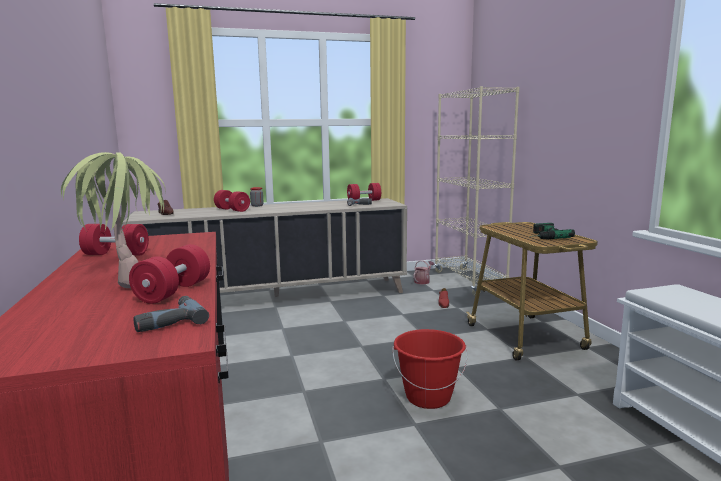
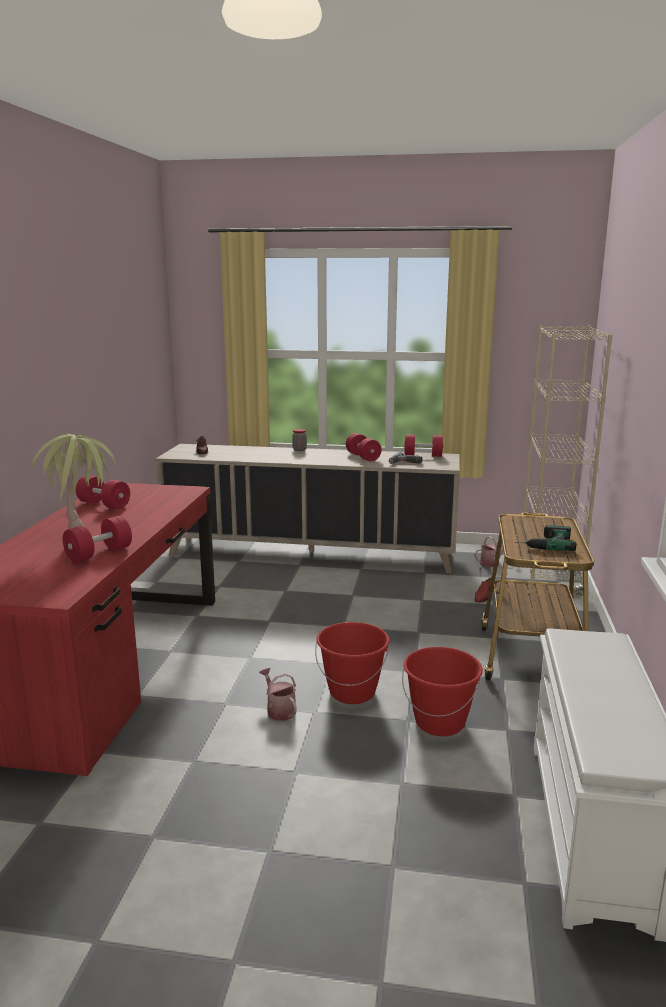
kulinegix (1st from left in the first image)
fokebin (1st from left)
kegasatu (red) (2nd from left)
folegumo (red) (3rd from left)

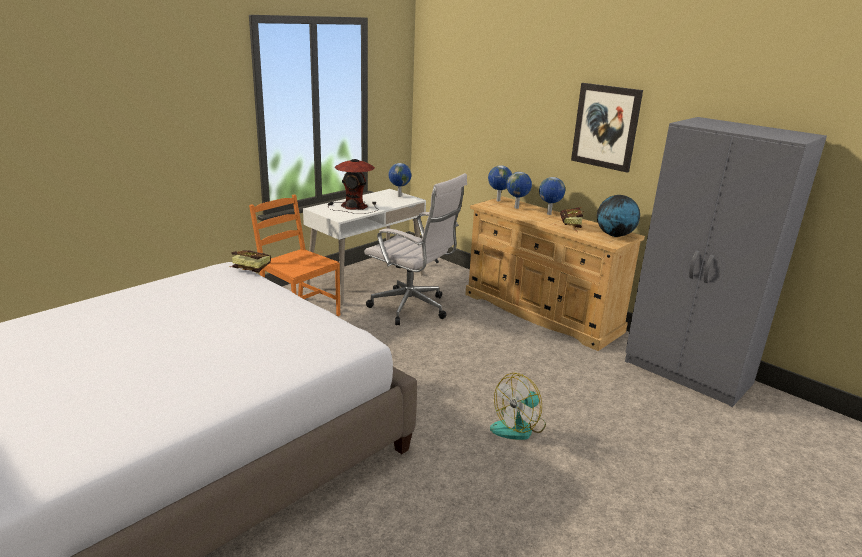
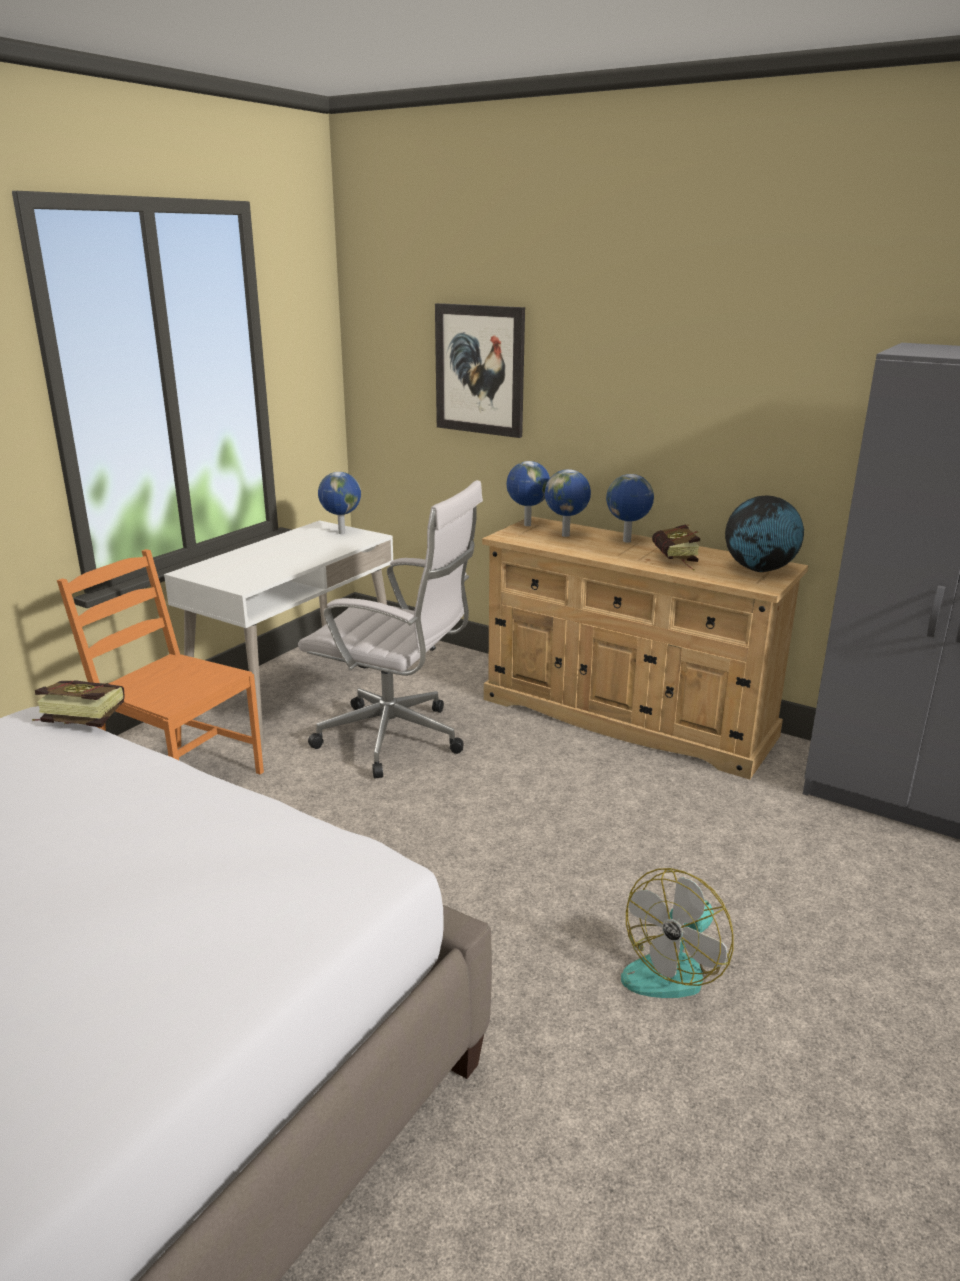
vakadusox
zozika

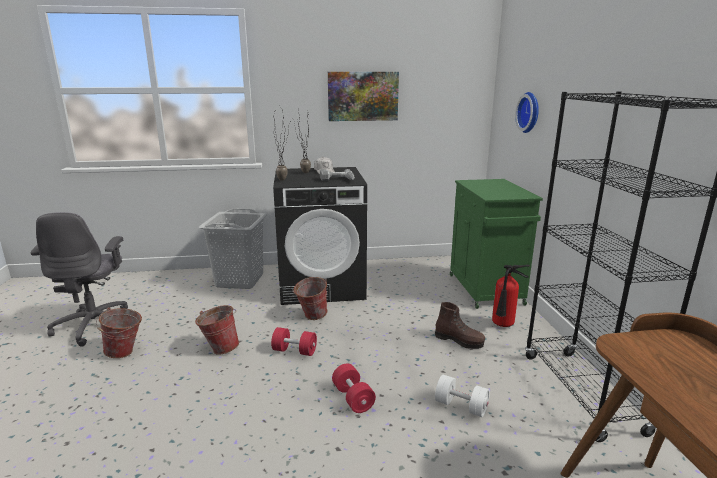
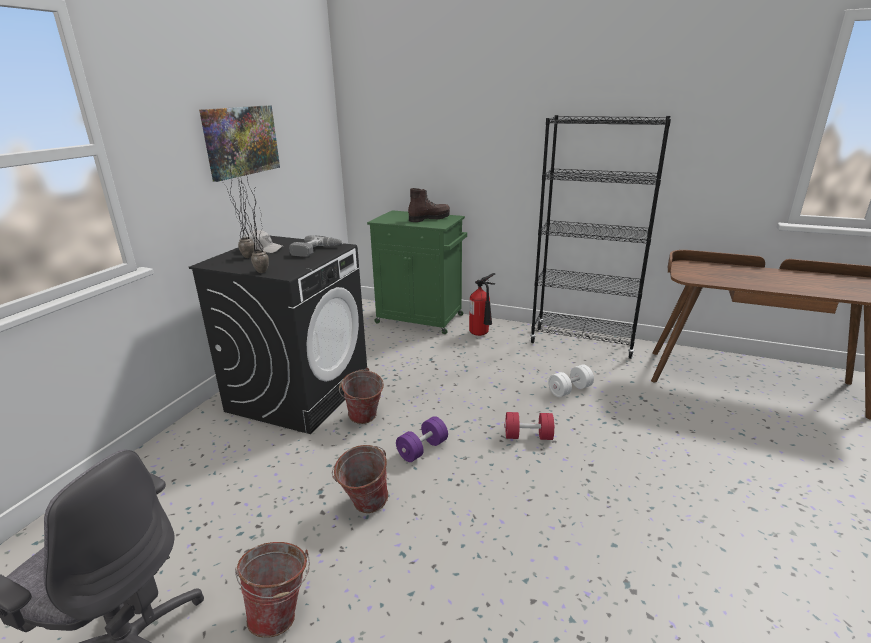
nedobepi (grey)
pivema
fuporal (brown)
folegumo (purple)

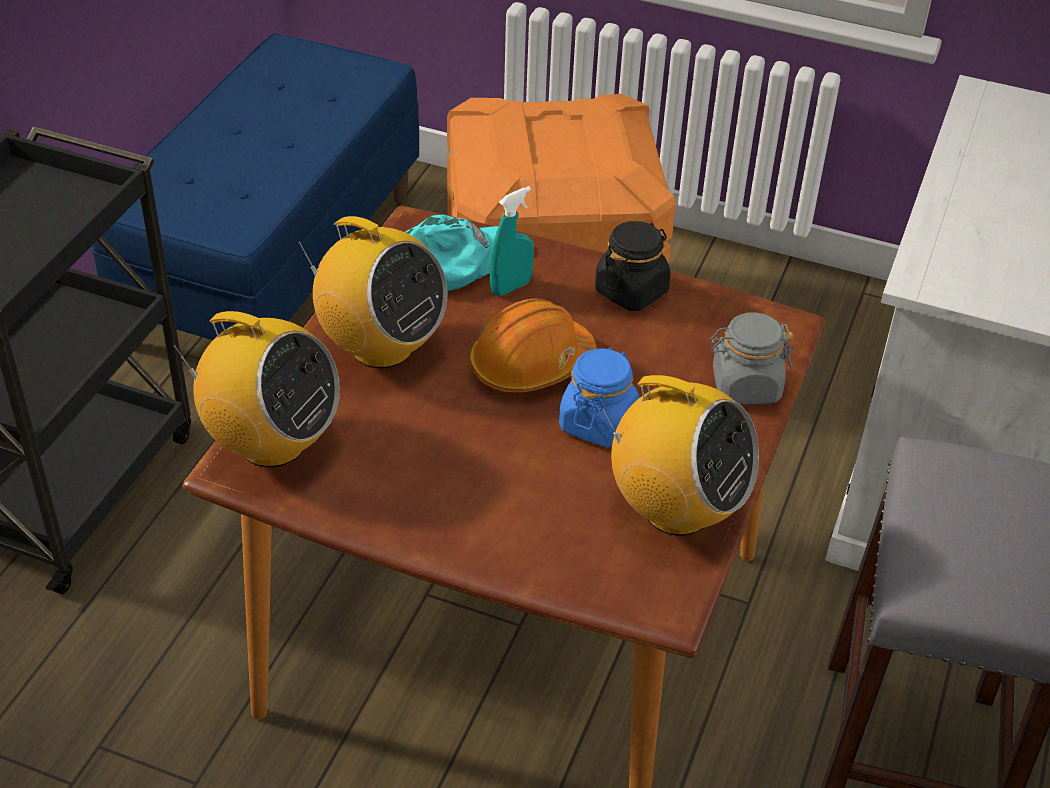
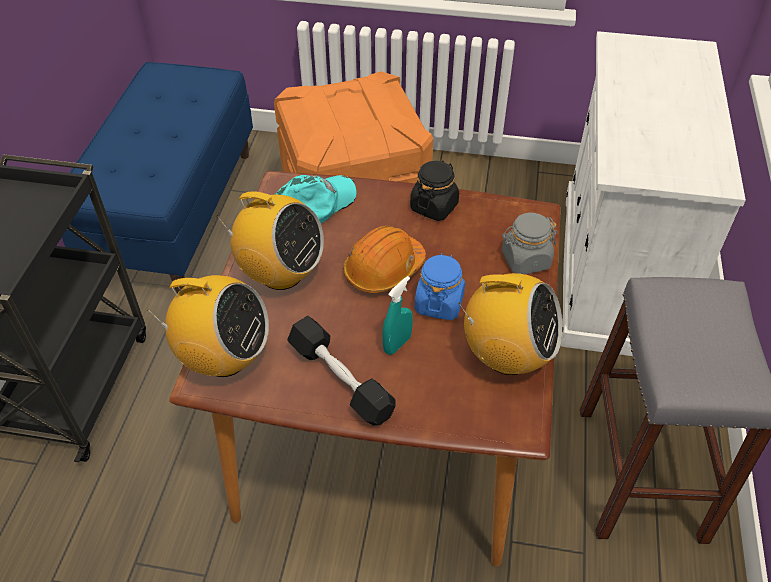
folegumo (black)
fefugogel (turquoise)

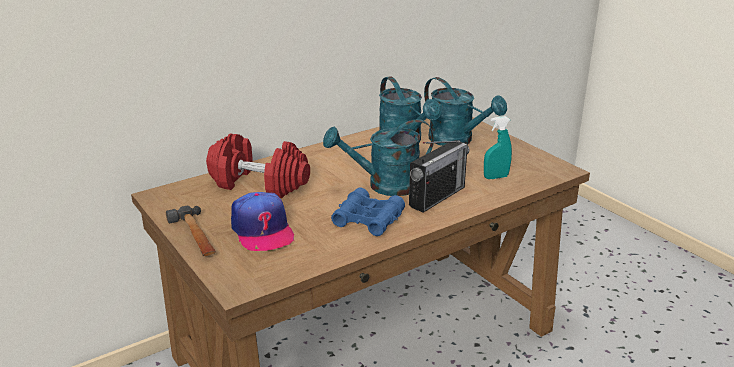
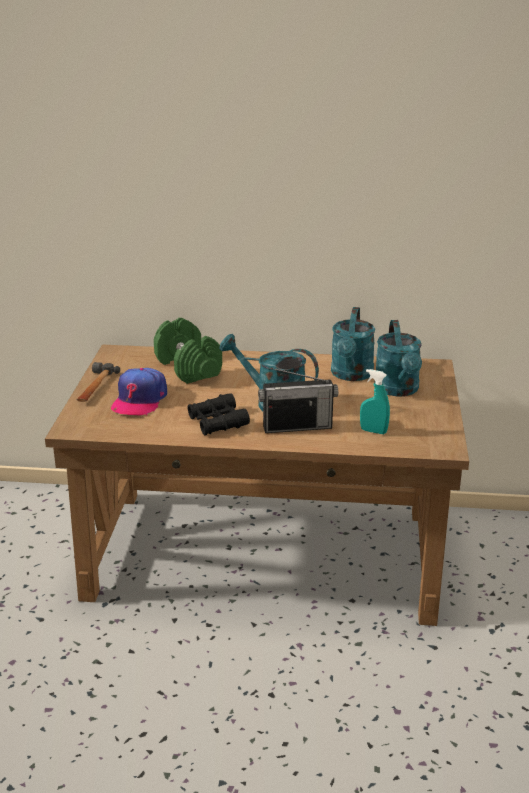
folegumo (green)
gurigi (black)

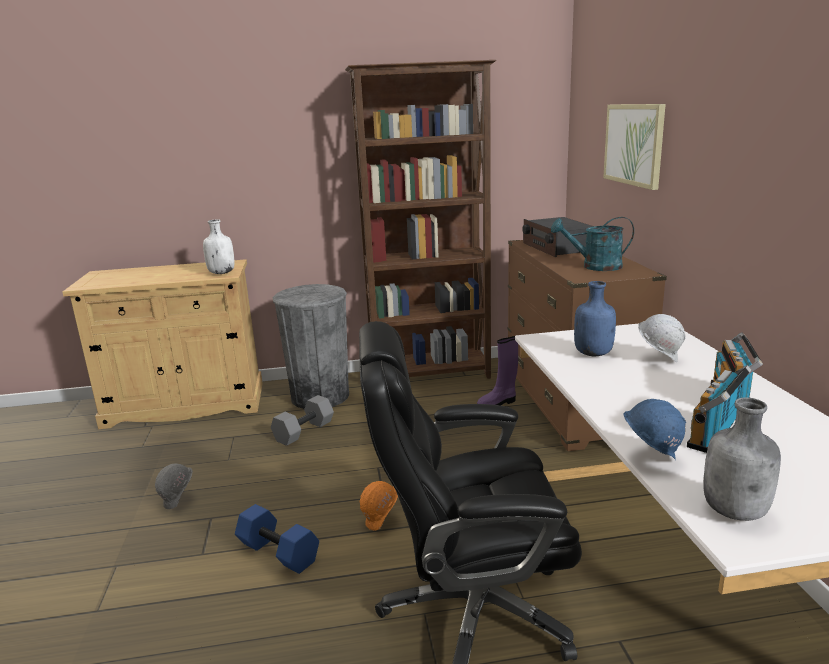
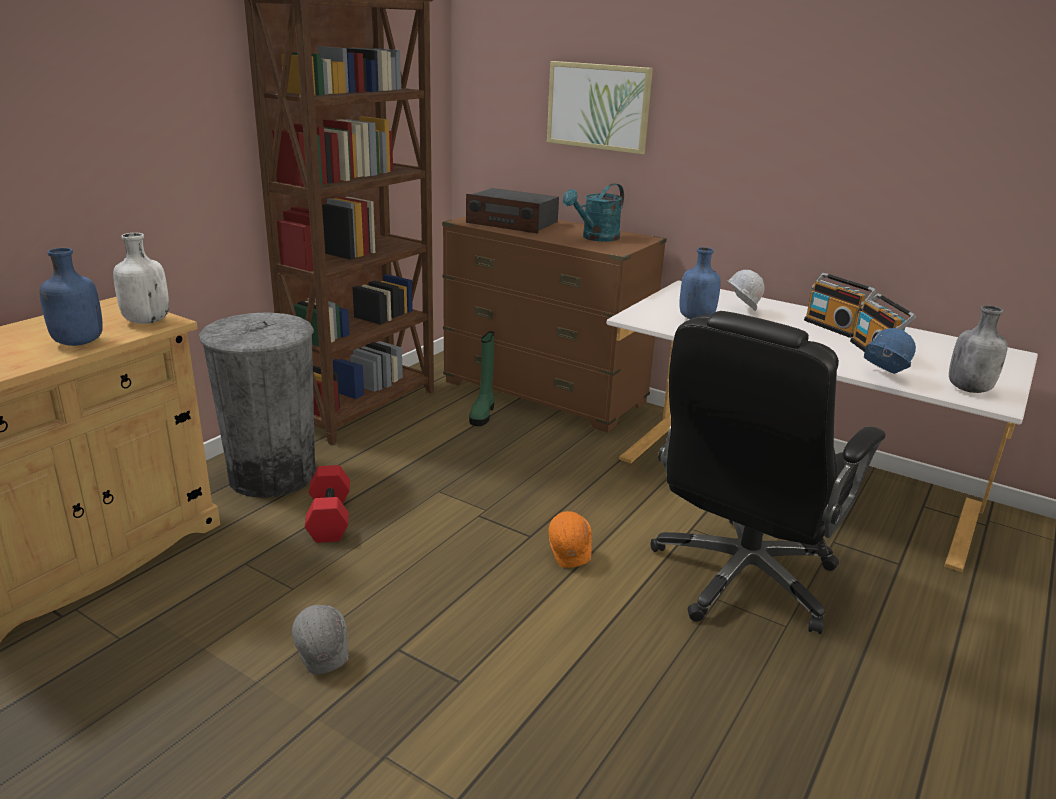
folegumo (blue)
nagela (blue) (1st from left)
folegumo (red)
fuporal (green)

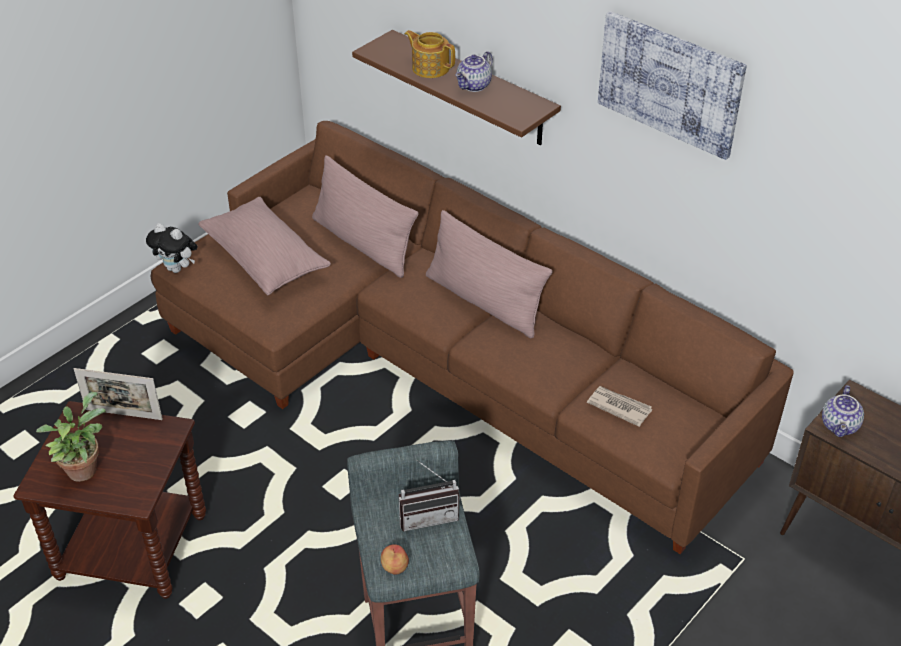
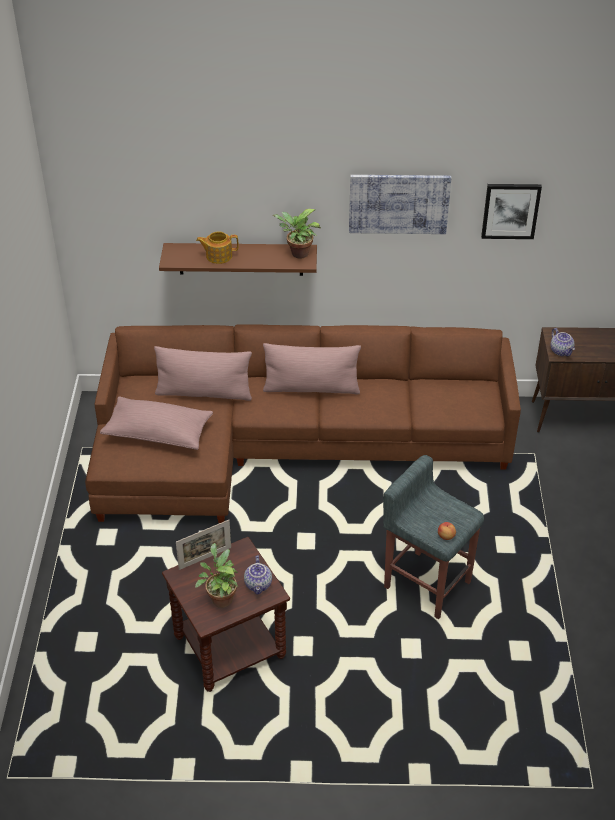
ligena
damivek
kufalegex
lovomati (2nd from left)
zozika (2nd from left)
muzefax (2nd from left)

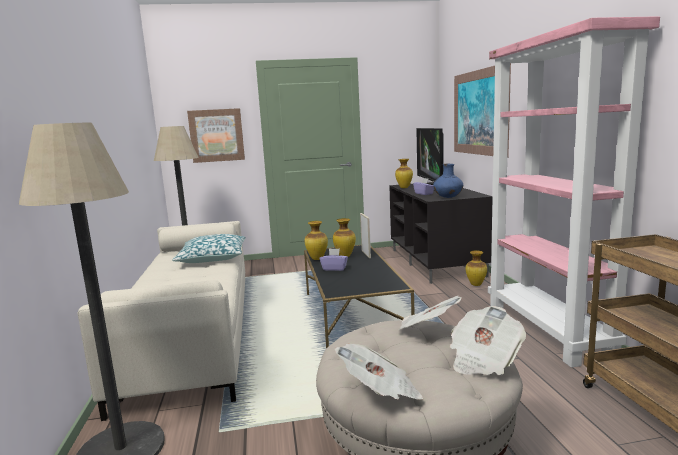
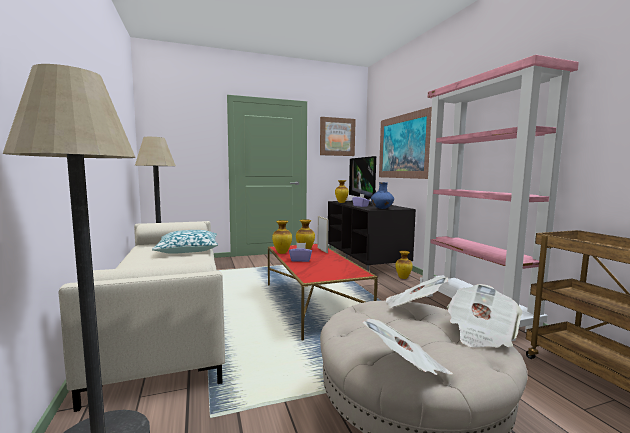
zozika (1st from left)
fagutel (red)

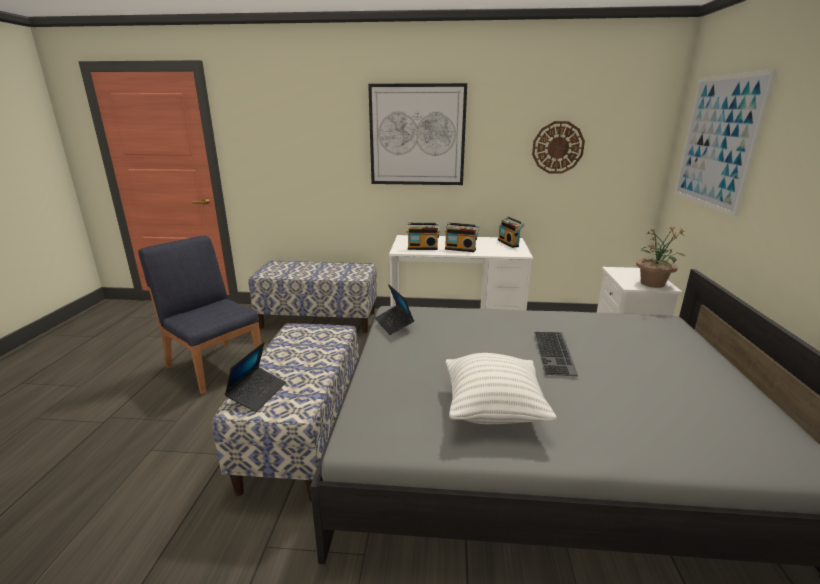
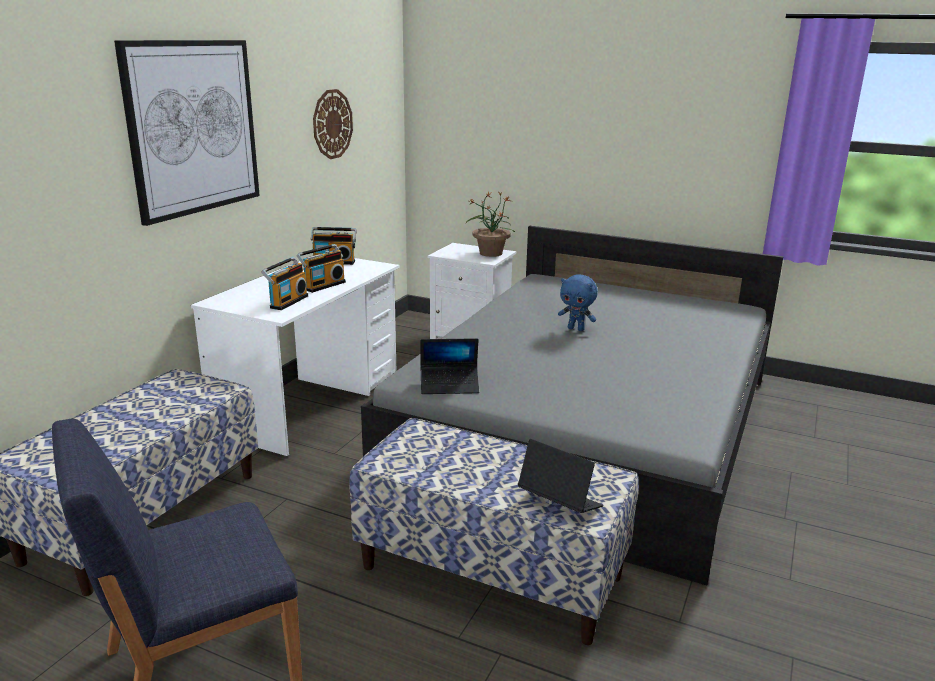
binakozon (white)
zozika (2nd from left in the first image)
ligena (blue)

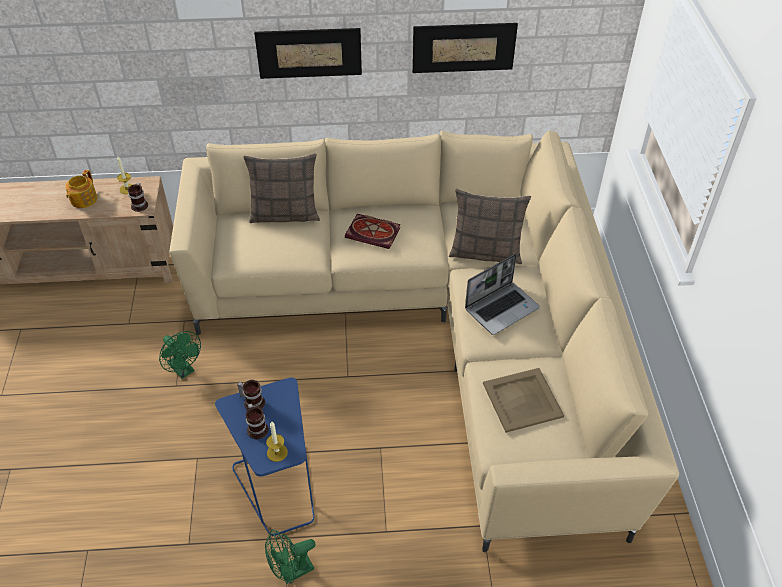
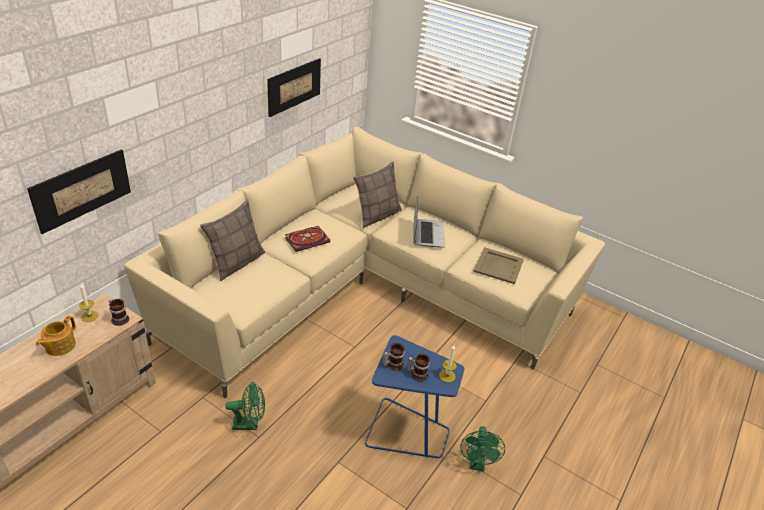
zozika (1st from left)
muzefax

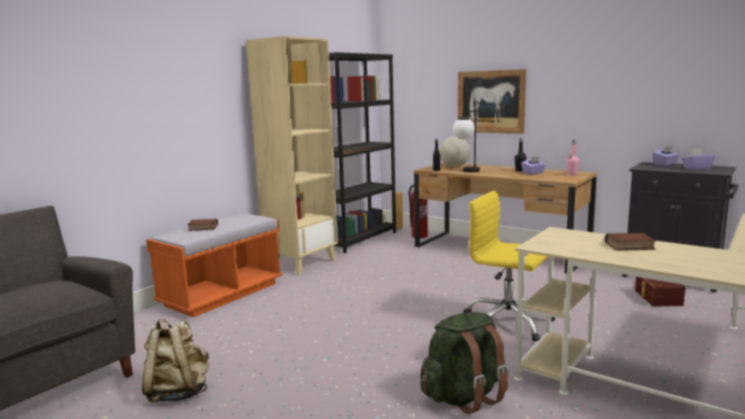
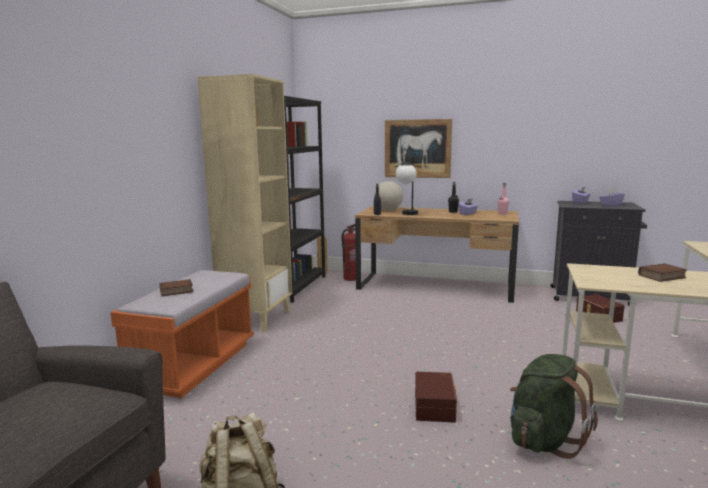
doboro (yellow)
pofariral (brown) (1st from left)

